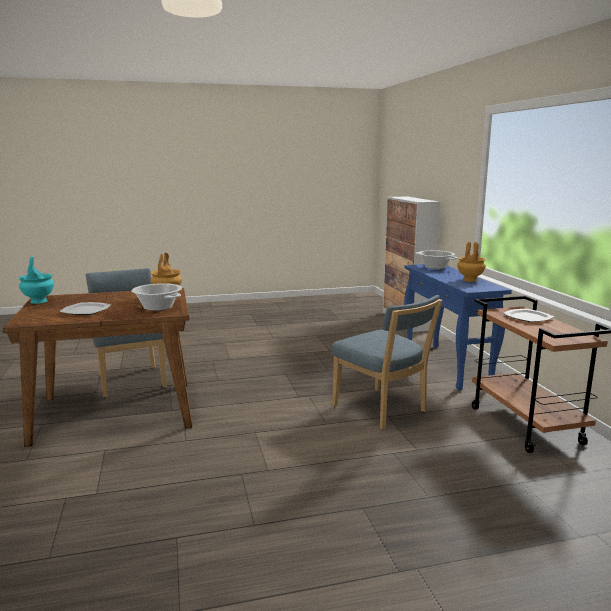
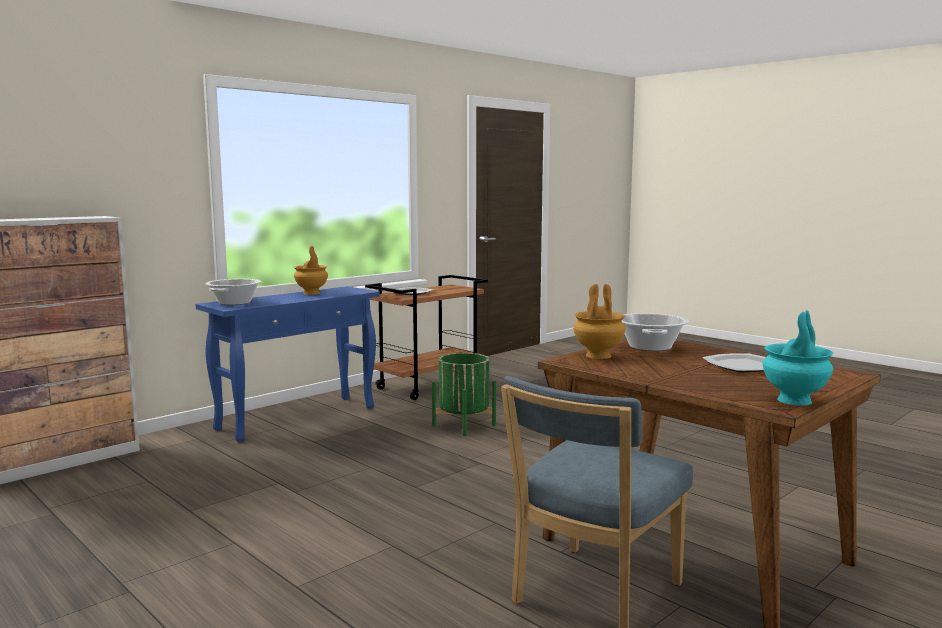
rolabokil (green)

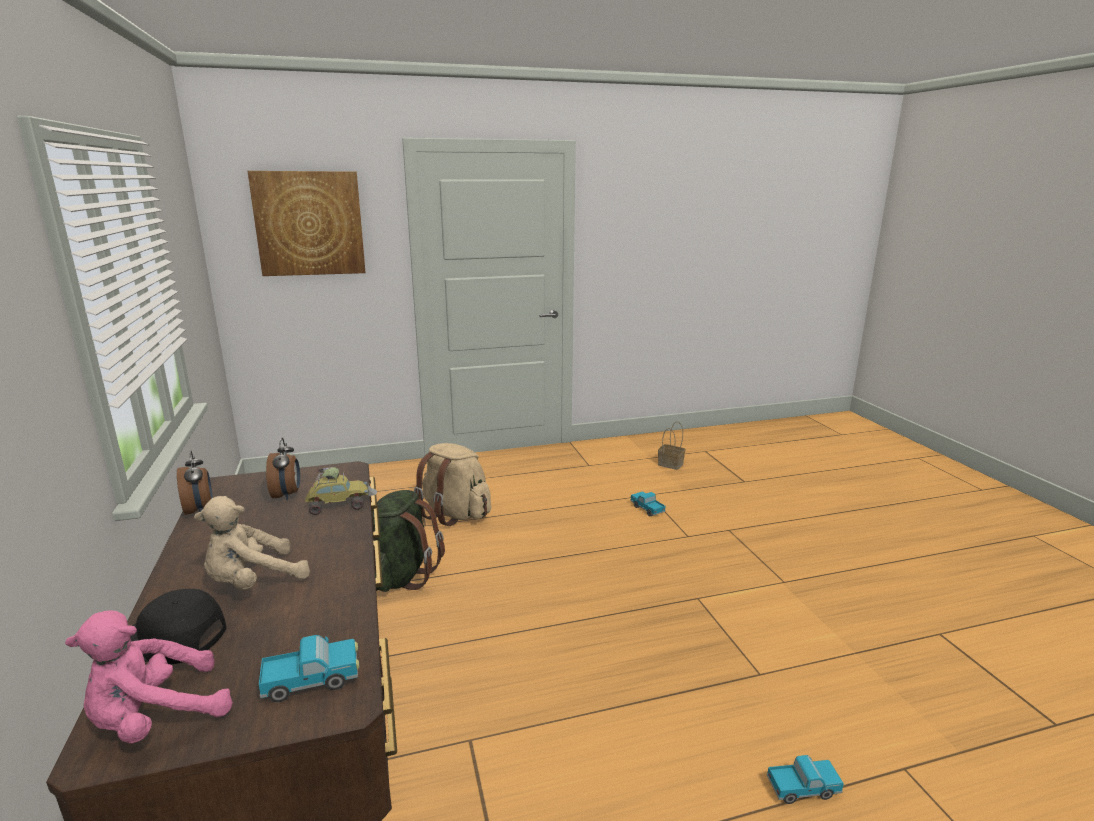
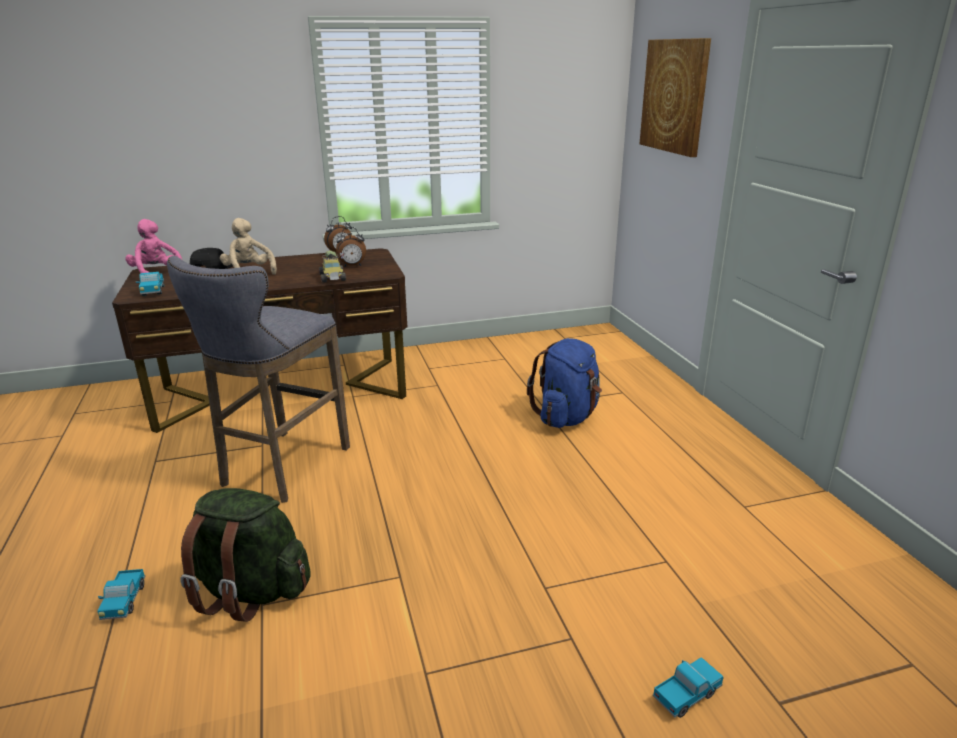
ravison
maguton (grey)
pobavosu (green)
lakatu (3rd from left)
pobavosu (blue)

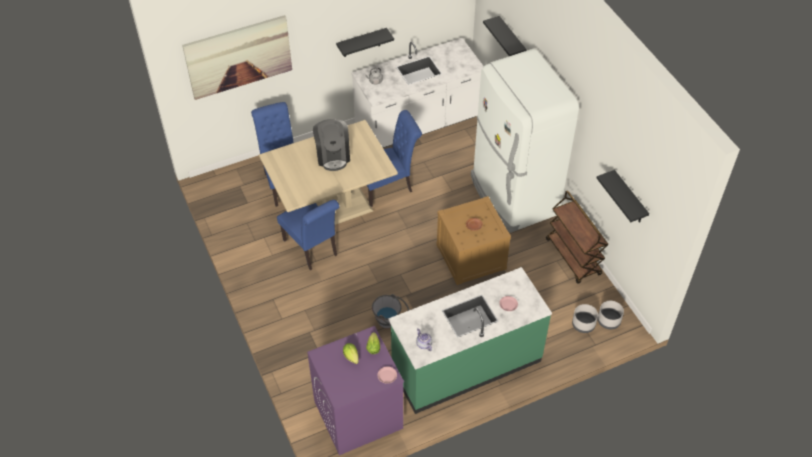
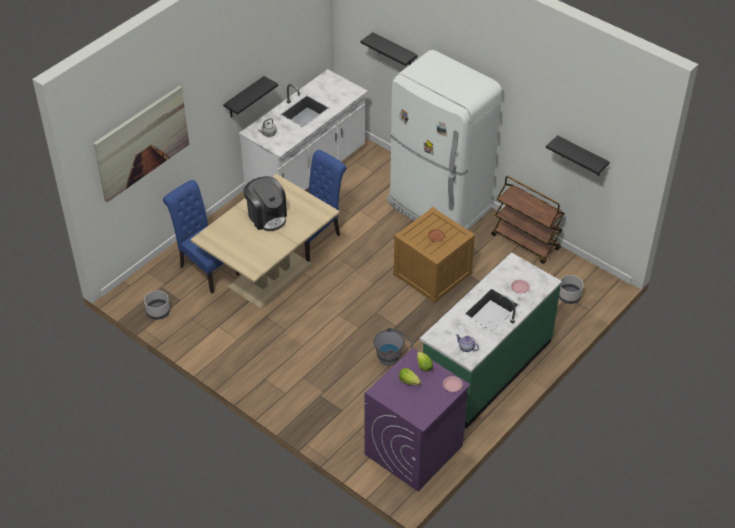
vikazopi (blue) (2nd from left in the first image)
rolabokil (grey) (1st from left)

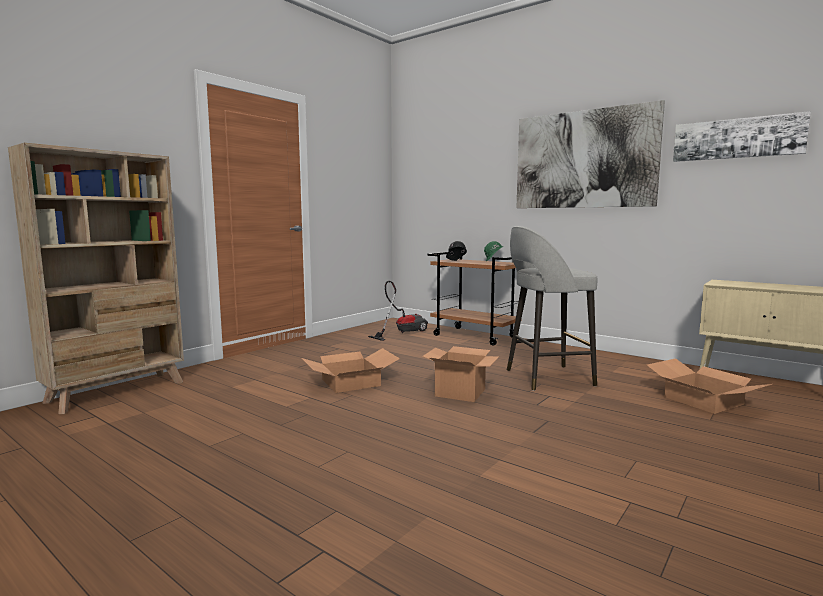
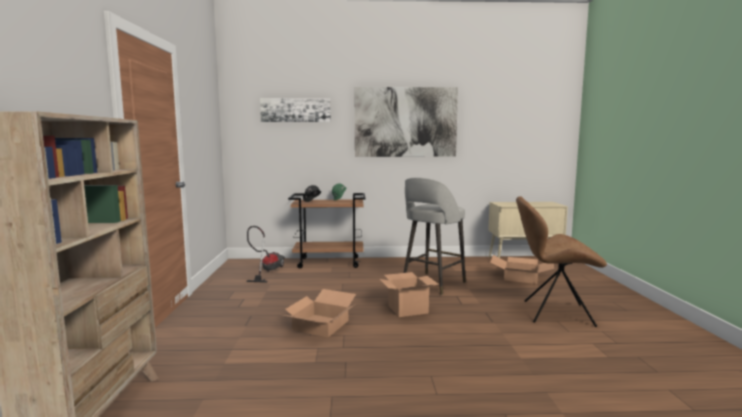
vikazopi (brown)
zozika (1st from left)

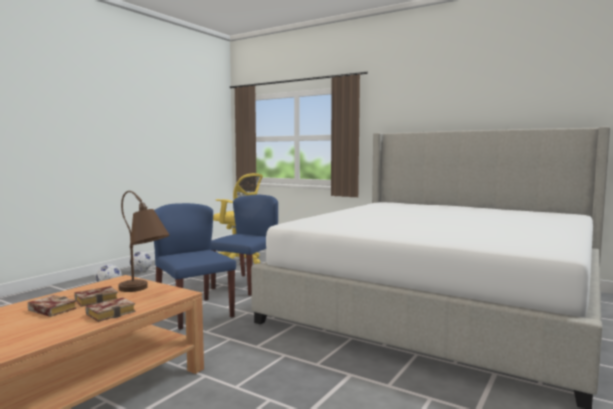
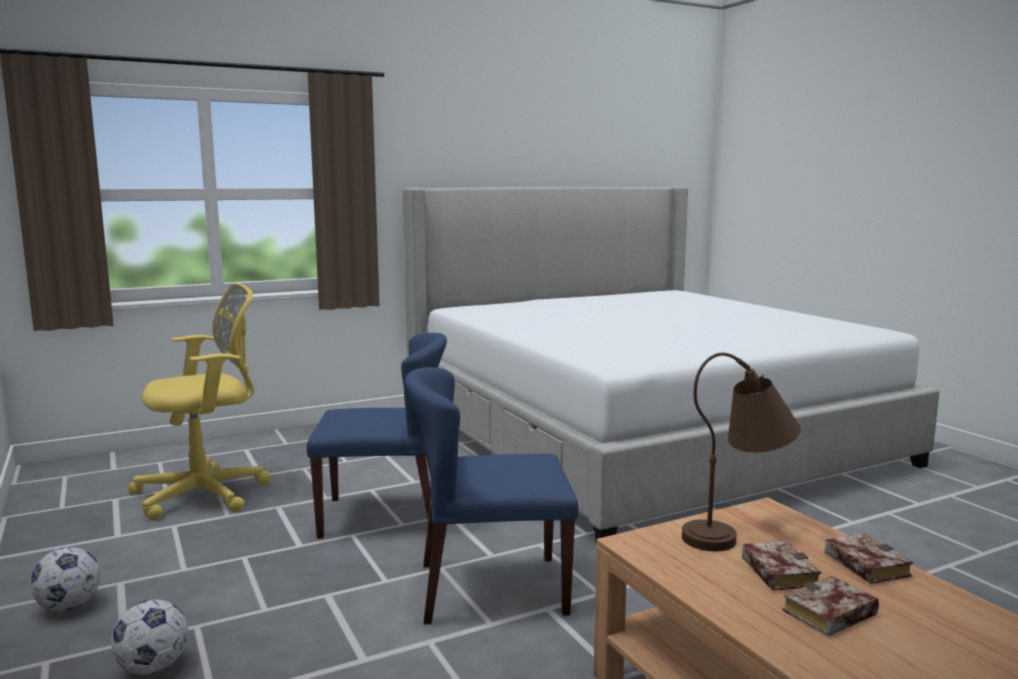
vikazopi (blue) (1st from left)

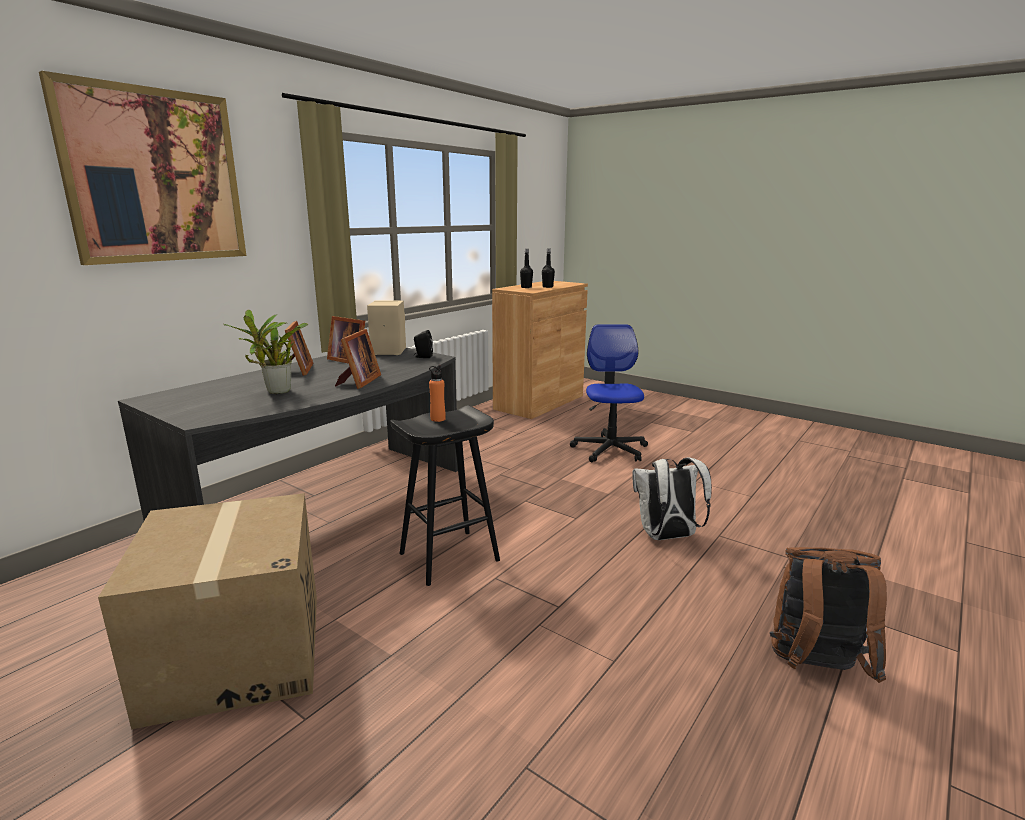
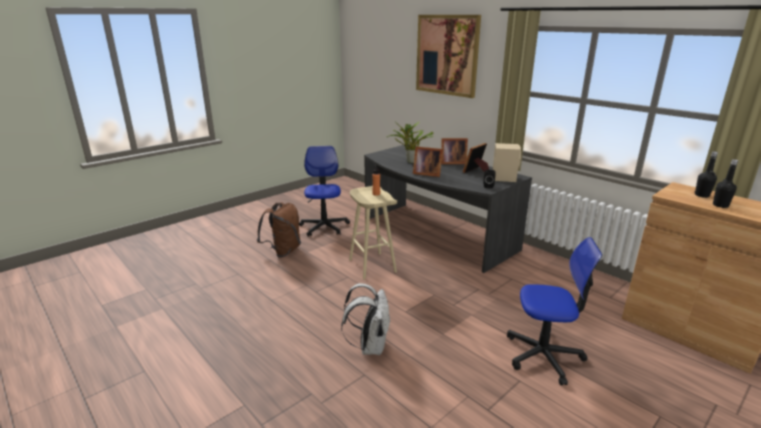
pobavosu (brown)
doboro (1st from left)
maguton (beige)

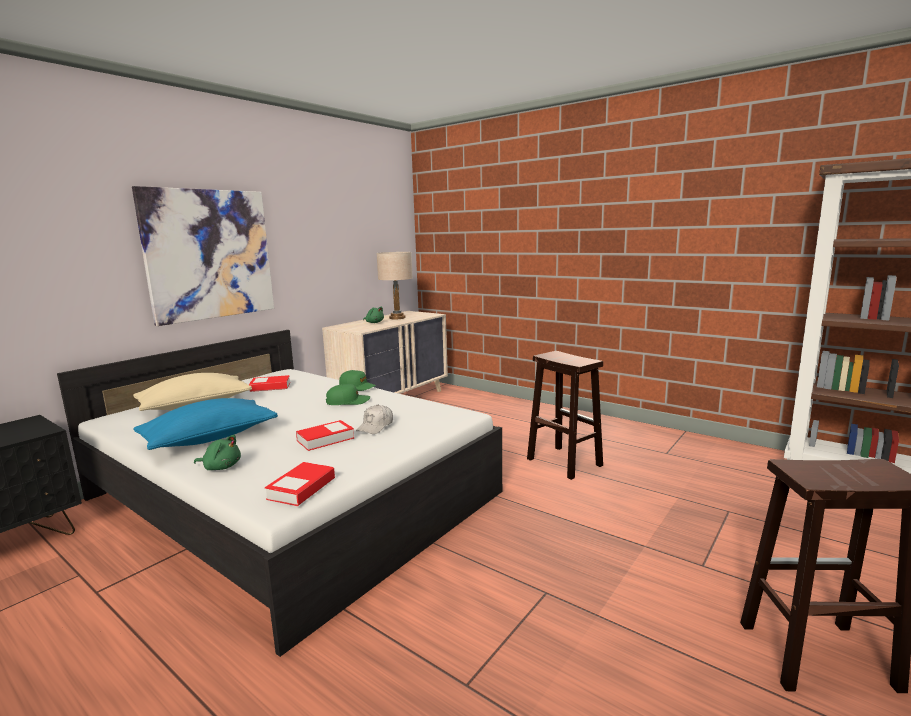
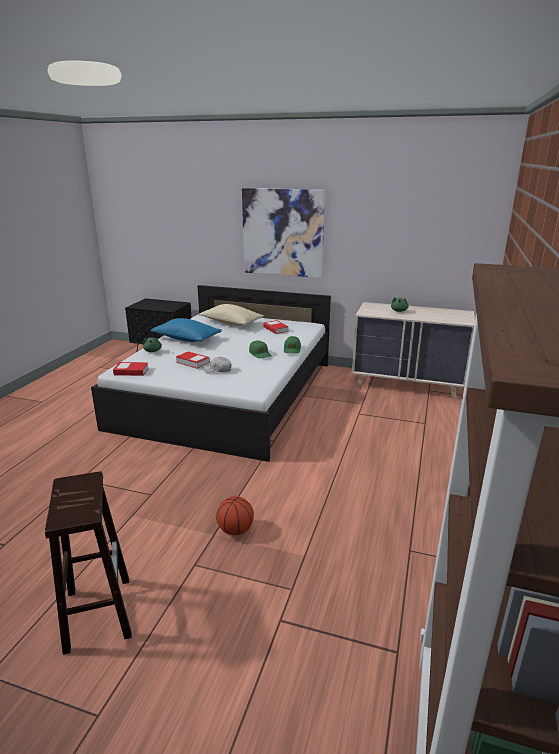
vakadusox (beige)
maguton (brown) (1st from left in the first image)
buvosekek

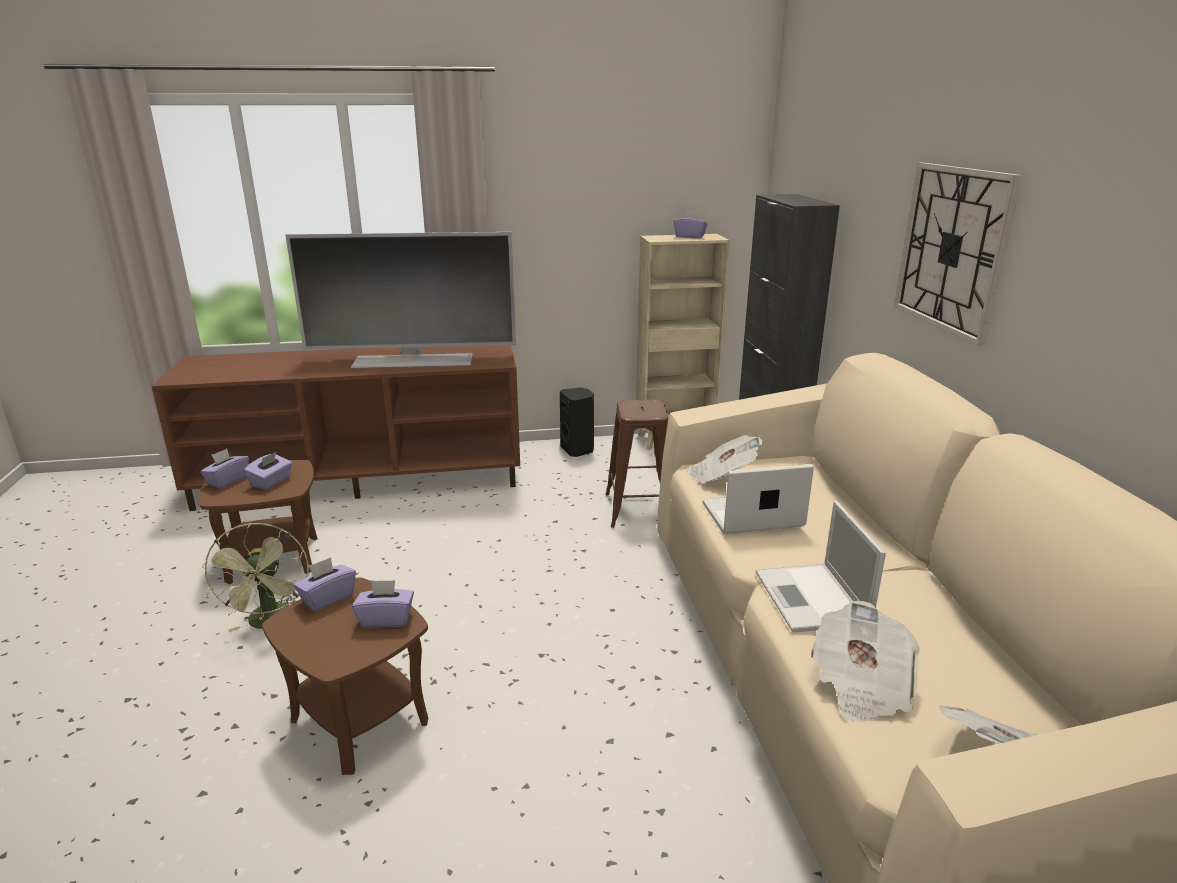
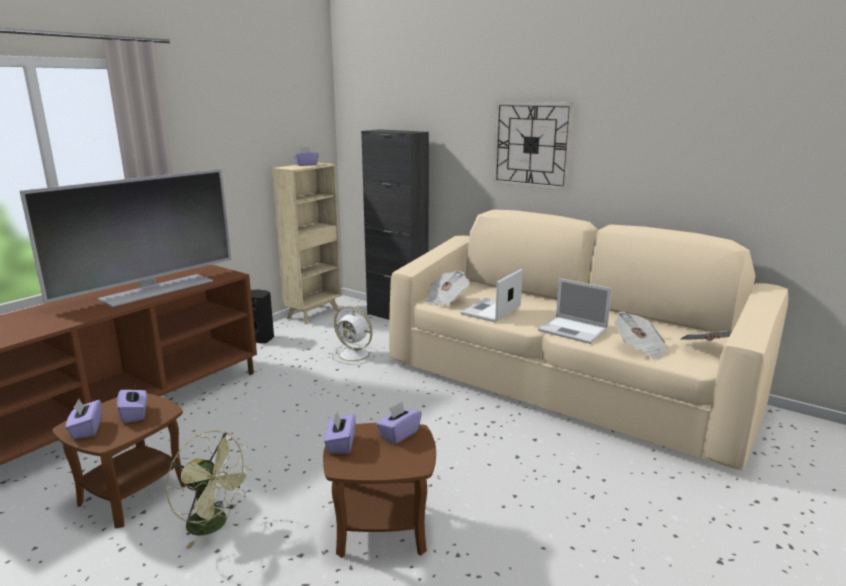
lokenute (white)

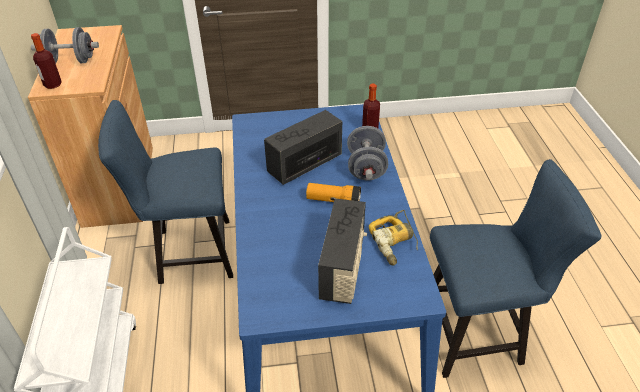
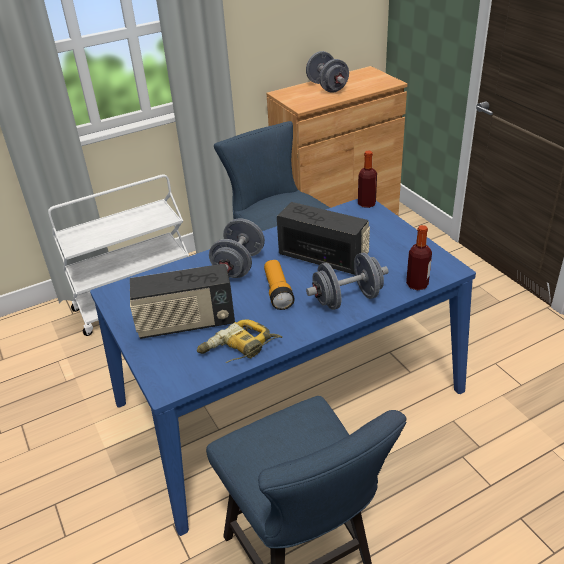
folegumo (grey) (1st from left)
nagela (1st from left)

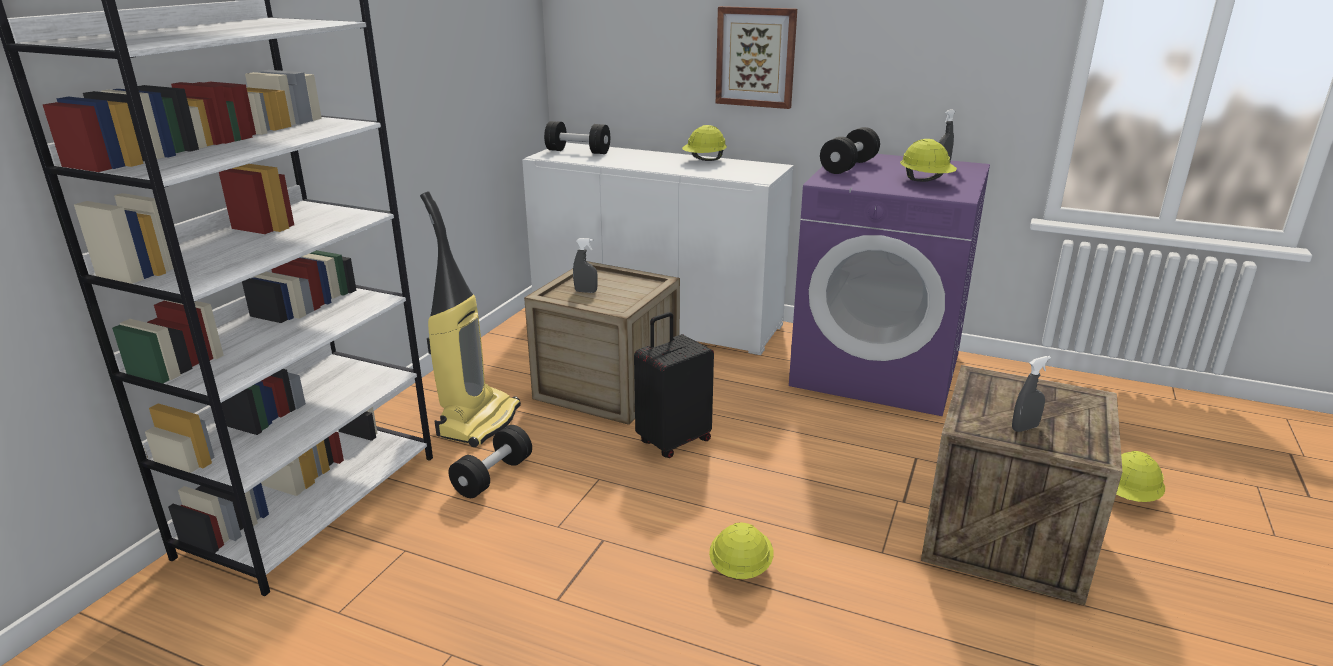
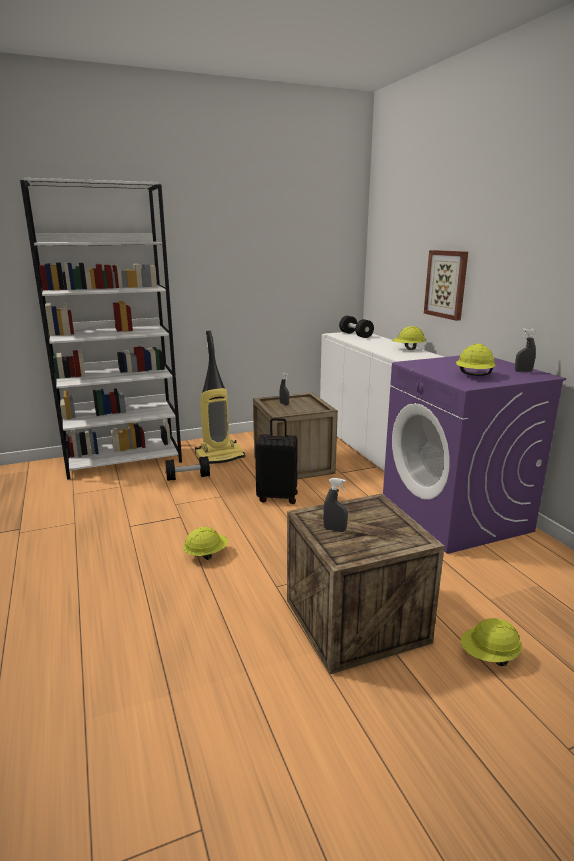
folegumo (black) (3rd from left in the first image)

